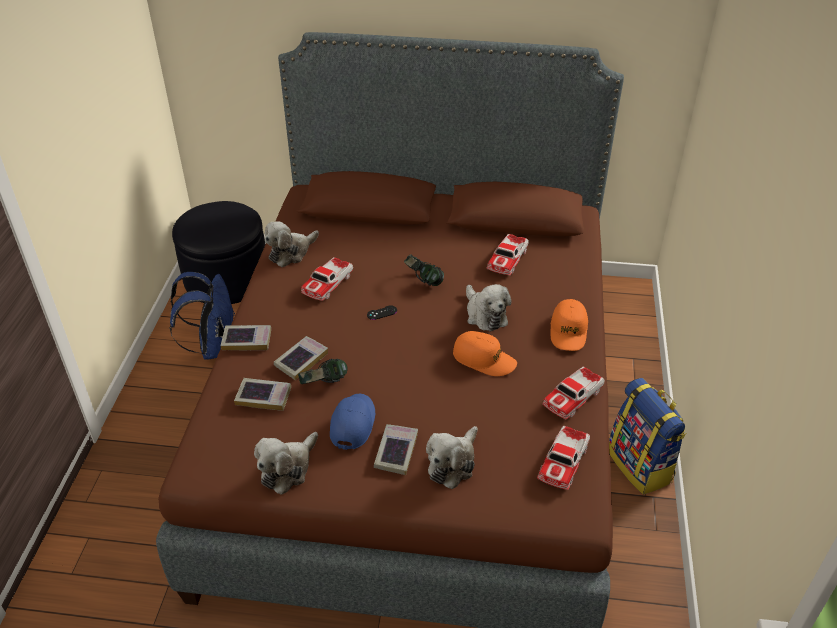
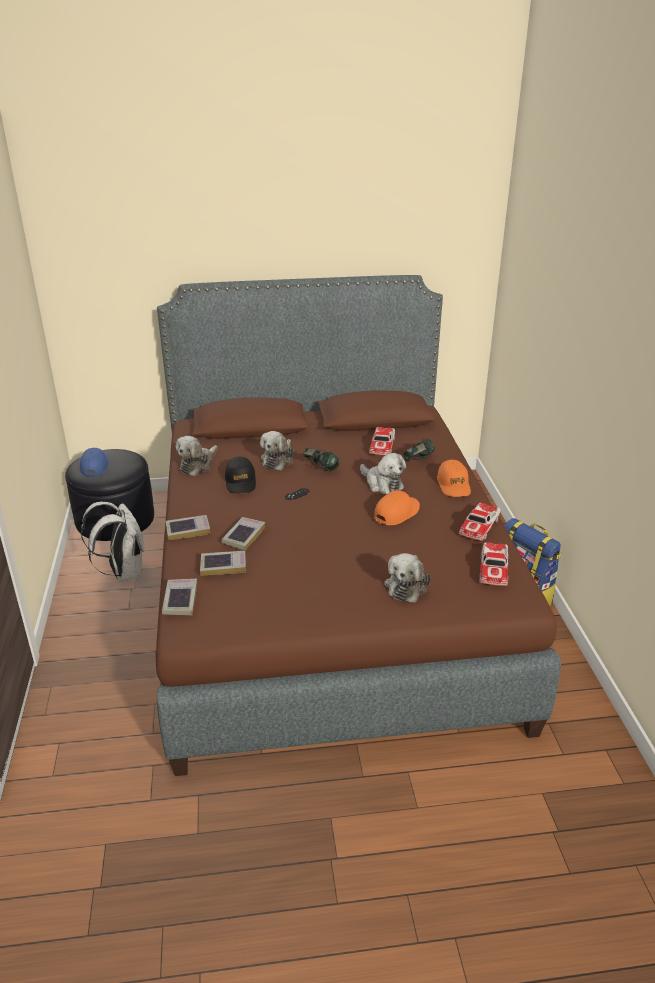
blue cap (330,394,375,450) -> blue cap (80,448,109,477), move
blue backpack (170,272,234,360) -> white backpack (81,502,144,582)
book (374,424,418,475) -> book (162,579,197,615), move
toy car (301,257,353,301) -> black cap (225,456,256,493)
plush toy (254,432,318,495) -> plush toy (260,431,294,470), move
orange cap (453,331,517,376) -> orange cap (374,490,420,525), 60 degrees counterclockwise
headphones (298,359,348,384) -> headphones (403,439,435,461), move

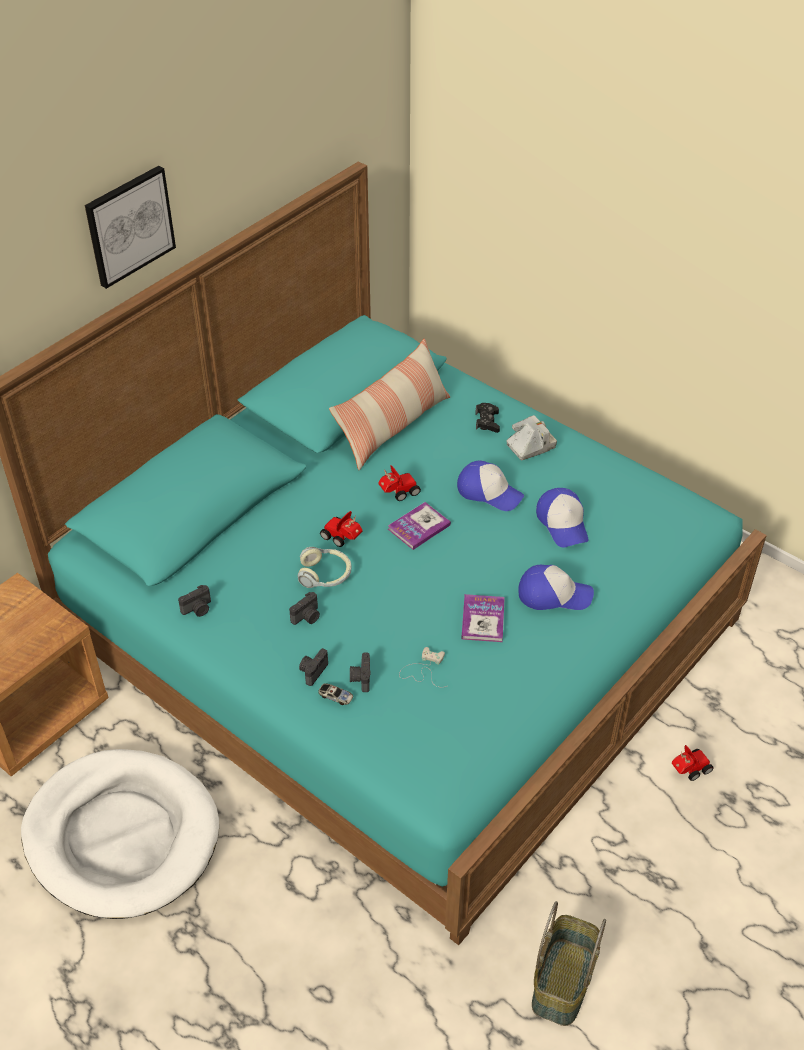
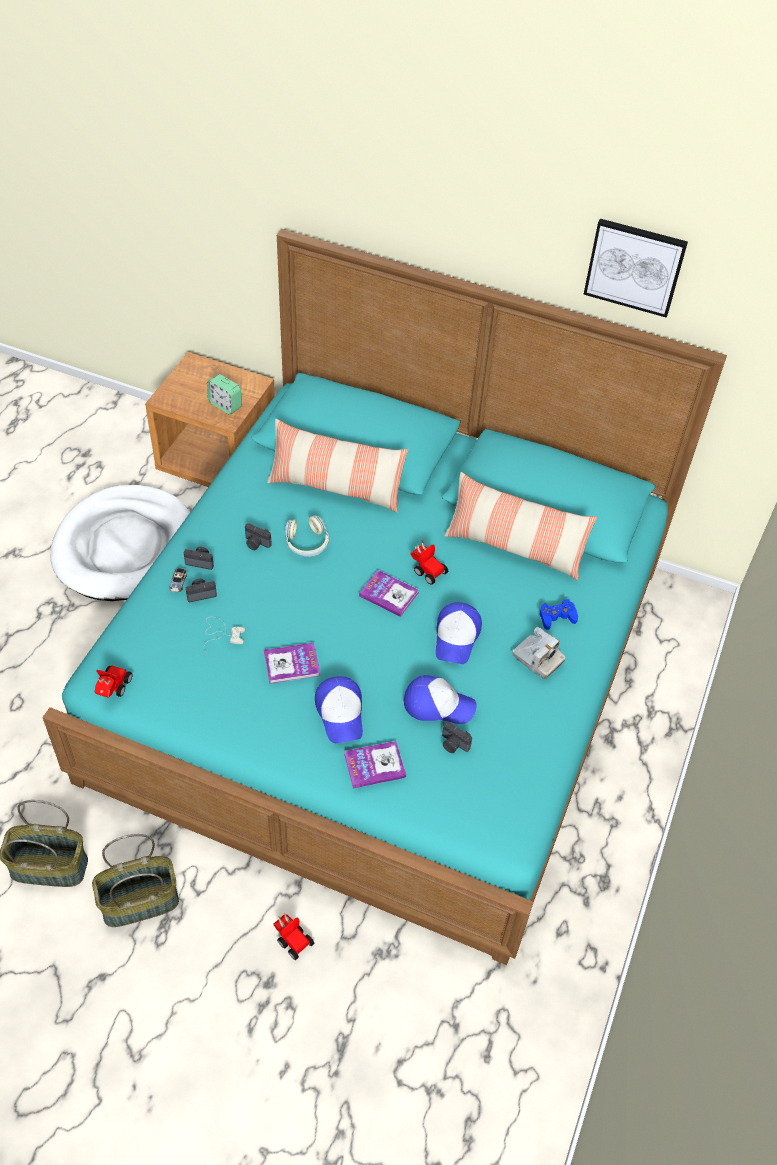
none -> basket (92,834,179,927)
toy car (320,511,362,547) -> toy car (95,666,132,698), move
none -> alarm clock (207,374,242,415)
none -> pillow (267,419,408,513)
none -> book (344,741,406,788)
cap (536,488,588,548) -> cap (404,675,477,724), 135 degrees counterclockwise
photo camera (178,585,211,617) -> photo camera (442,721,472,753), move
black game controller (476,403,500,433) -> blue game controller (540,599,578,630)
picture (85,166,176,289) -> picture (583,219,688,317), move

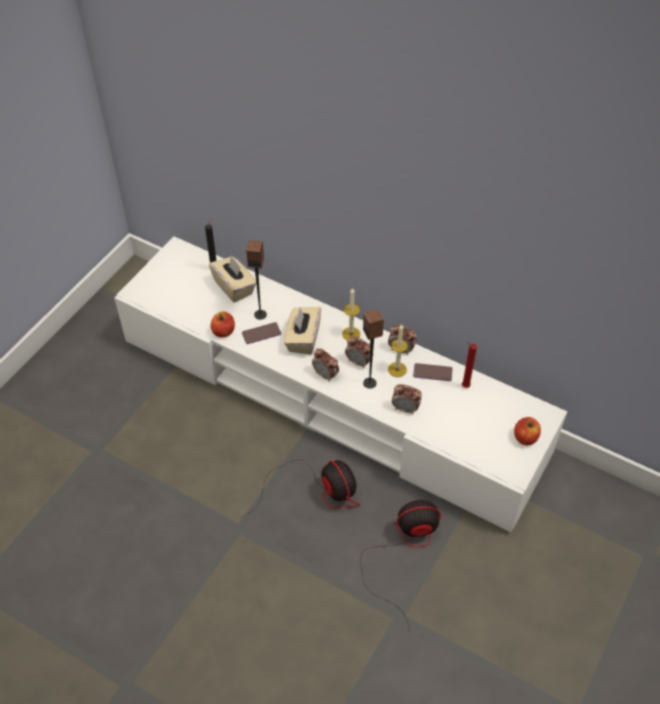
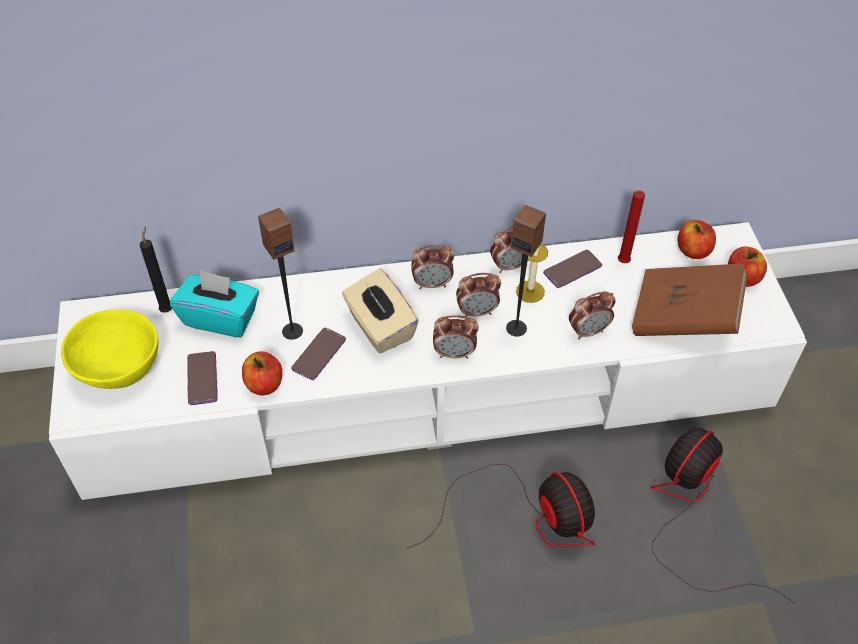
none -> yellow bowl (61,309,158,389)
beige tissue box (209,255,256,303) -> turquoise tissue box (170,270,259,337)
none -> phone (187,351,218,405)
fan (240,460,360,518) -> fan (406,464,595,549), 45 degrees clockwise
candle (342,287,360,340) -> alarm clock (411,245,454,289)
none -> brown book (632,263,748,336)
none -> apple (678,220,716,259)

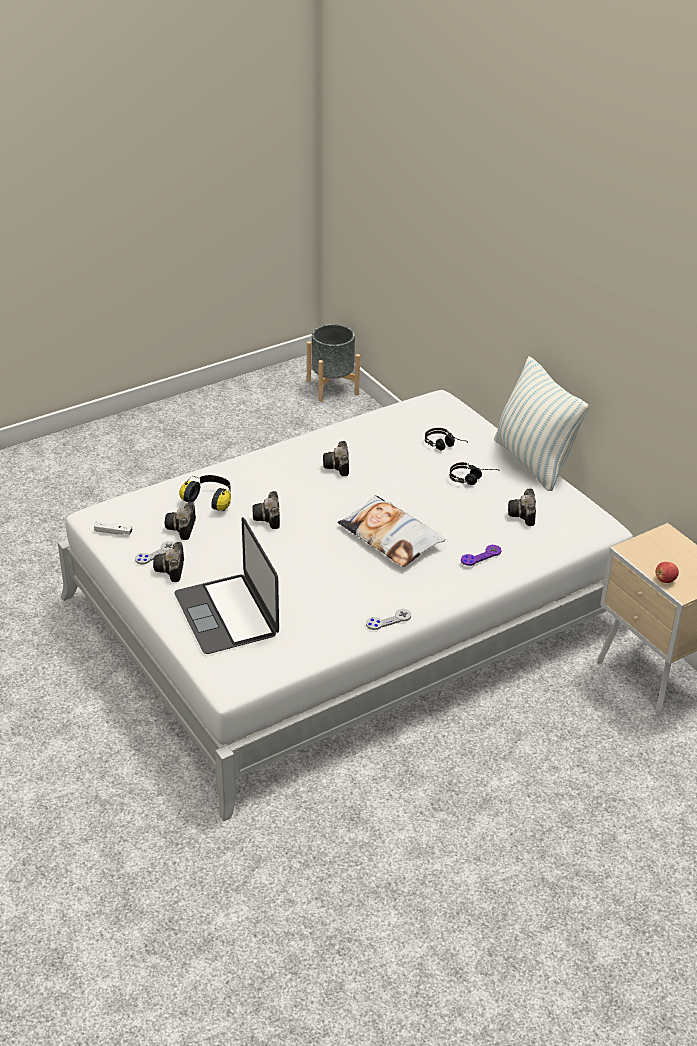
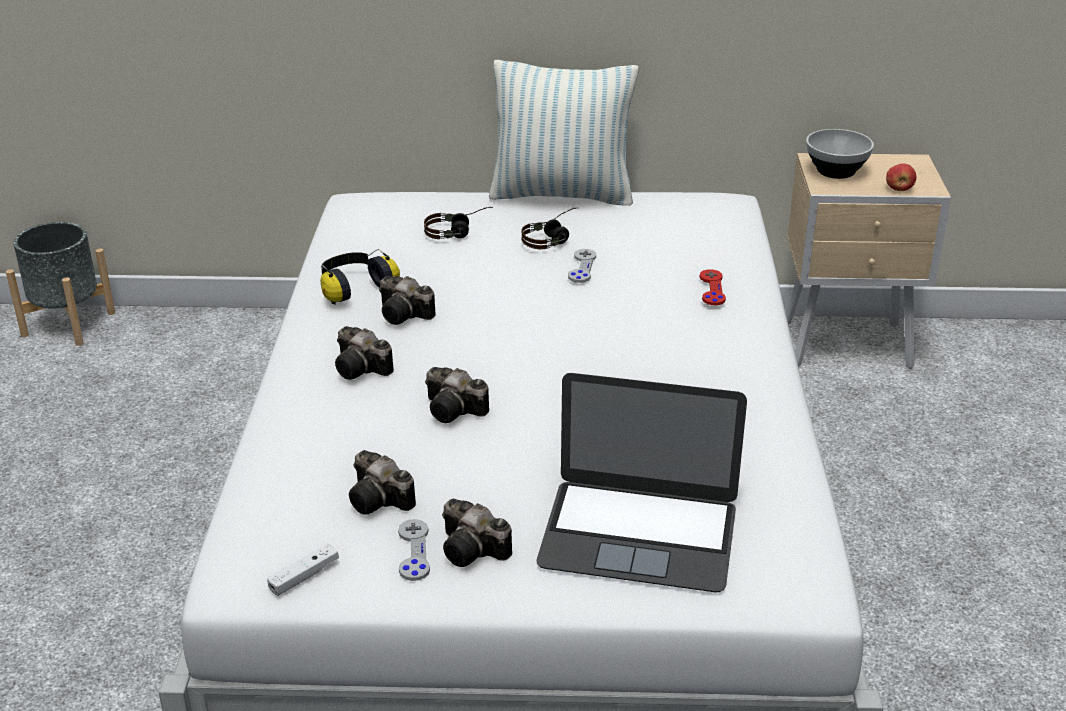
headphones (179,475,231,511) -> headphones (320,249,400,305), move
photo camera (508,489,536,526) -> photo camera (335,326,394,380), move
grey game controller (366,609,411,630) -> grey game controller (568,249,596,283), move
purple game controller (461,545,502,566) -> red game controller (700,269,726,305)
none -> bowl (806,129,874,179)
pillow (338,495,445,567) -> none

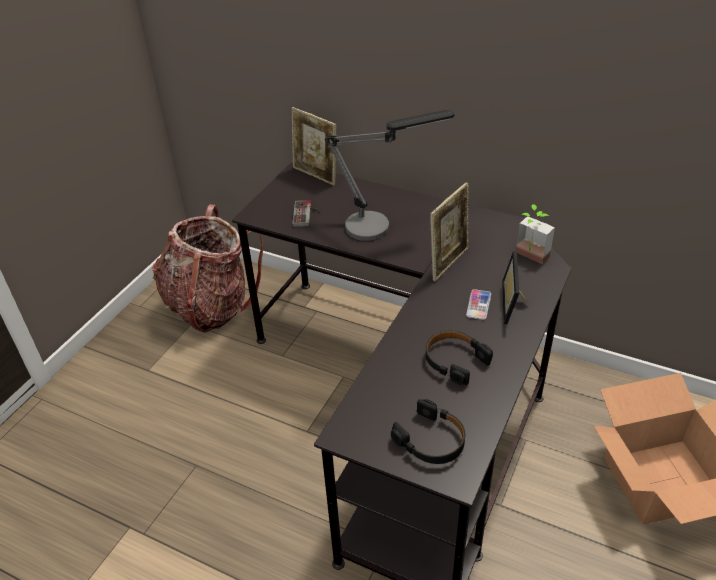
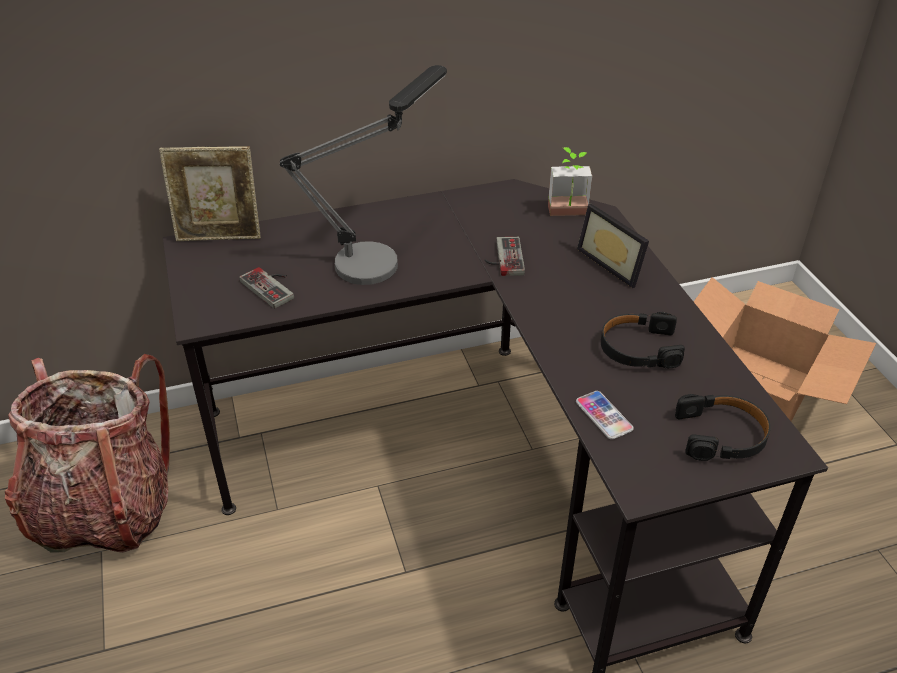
picture frame (430,182,469,281) -> game controller (485,237,525,276)
phone (466,289,491,320) -> phone (576,391,634,439), move

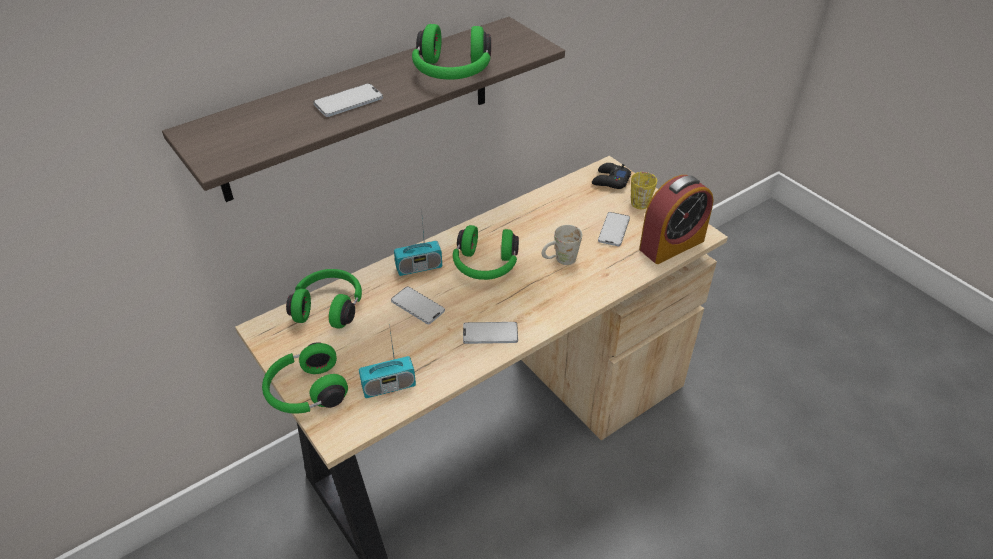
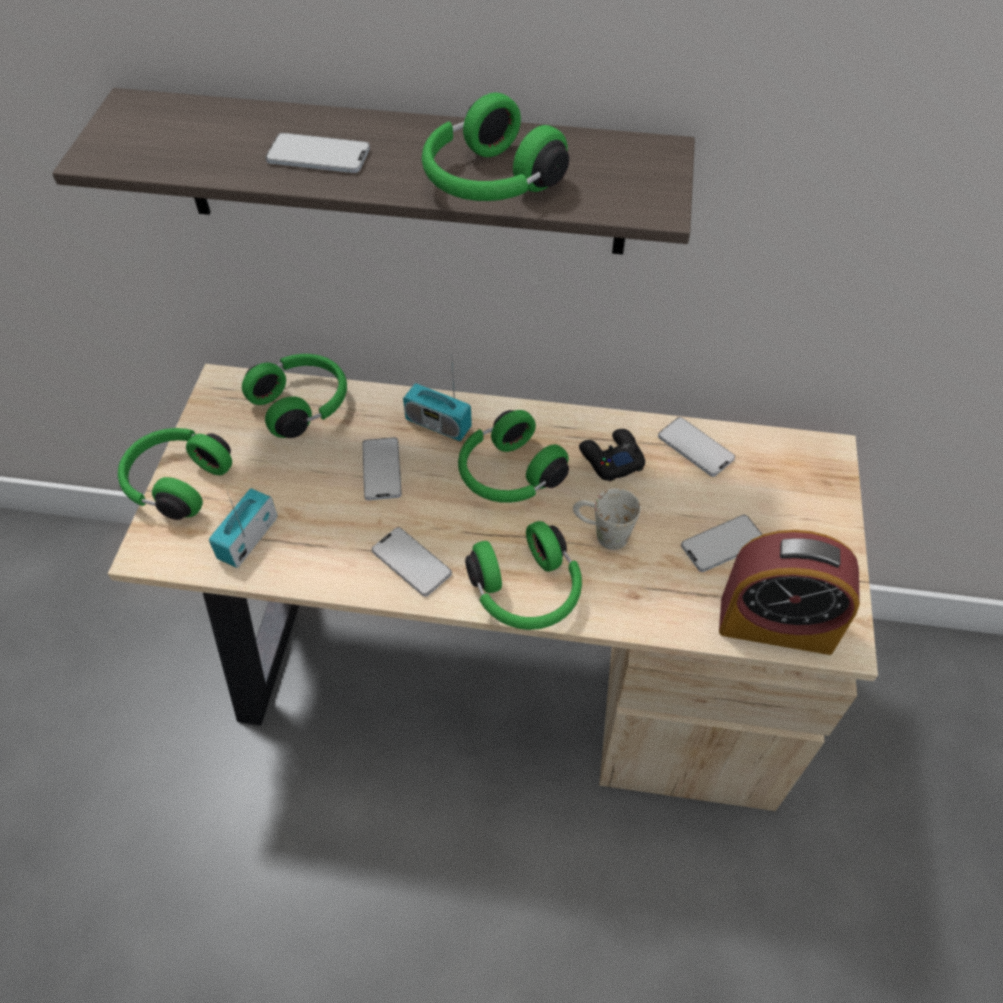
radio (359,324,416,398) -> radio (209,488,277,568), 90 degrees clockwise
none -> green headphones (465,521,582,630)
black game controller (592,163,631,189) -> black game controller (579,429,645,482), move
none -> phone (658,417,735,477)
yellow mug (631,172,657,209) -> none

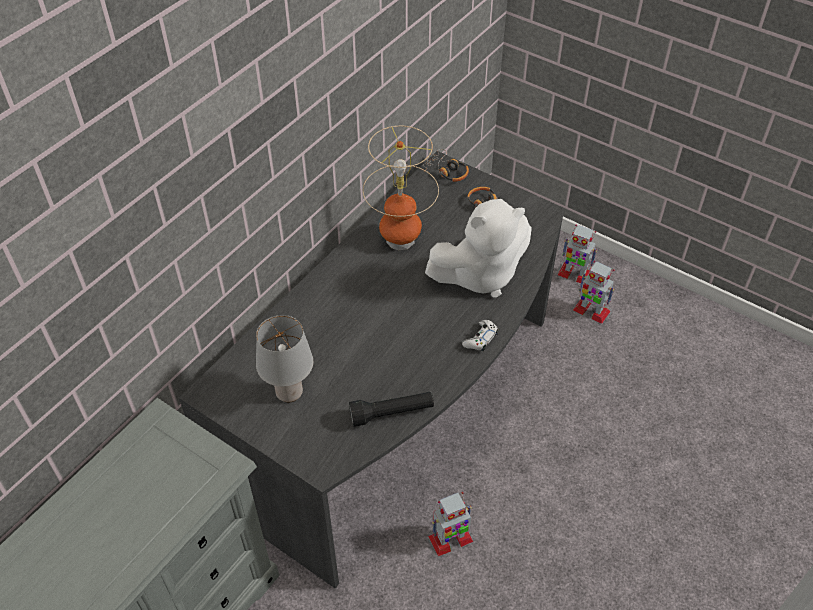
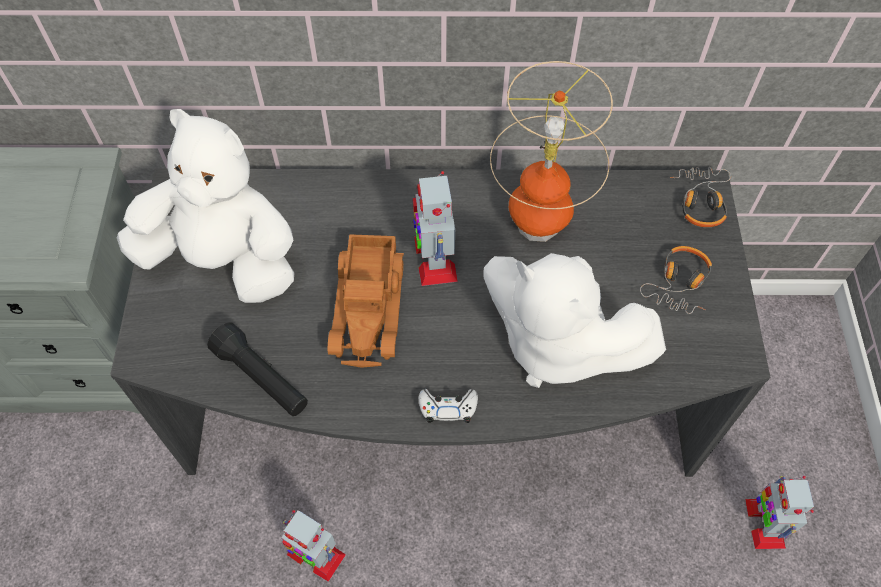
grey table lamp (256,315,313,402) -> white plush toy (117,109,295,303)
none -> toy truck (328,234,404,367)
toy robot (558,225,597,283) -> toy robot (413,171,458,286), move

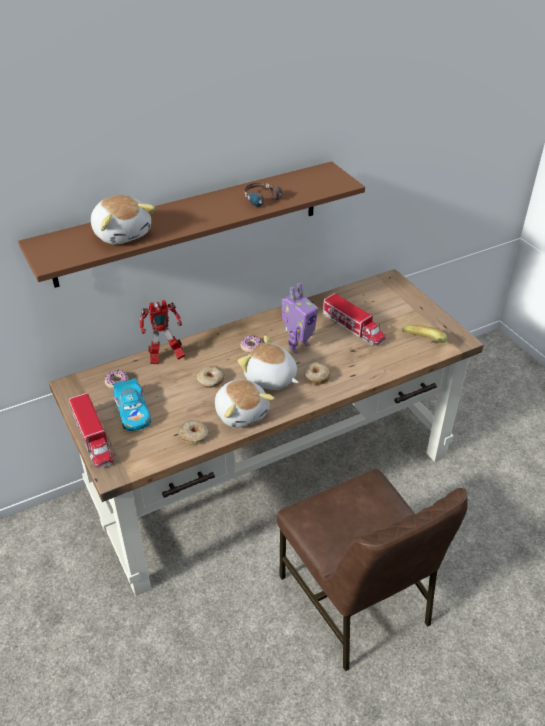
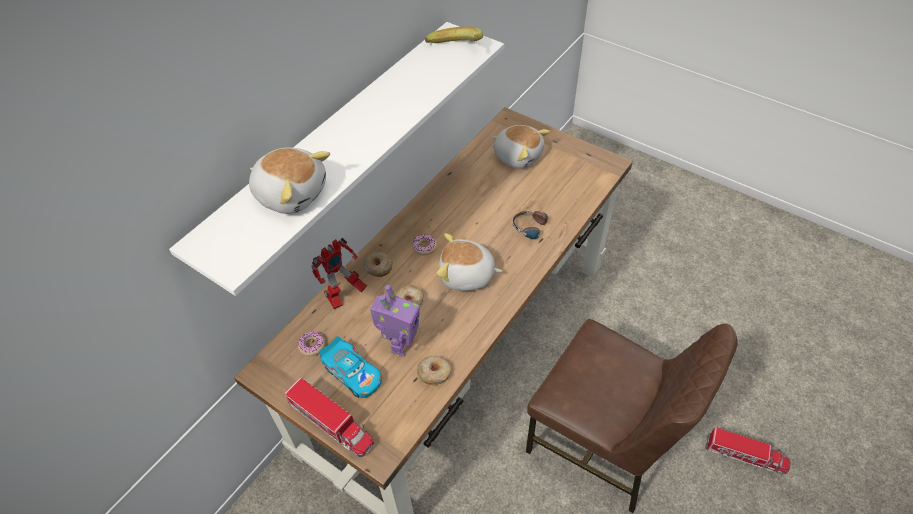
brown shelf (18,161,365,288) -> white shelf (169,22,504,296)
donut (304,363,331,385) -> donut (364,252,393,277), move
toy robot (282,283,318,354) -> toy robot (370,285,420,357), move
banana (402,325,447,343) -> banana (425,27,483,43), move
plush toy (215,379,275,428) -> plush toy (492,125,550,168), move
headphones (245,183,282,207) -> headphones (513,210,549,239), move
toy truck (322,293,386,346) -> toy truck (705,427,791,474), move

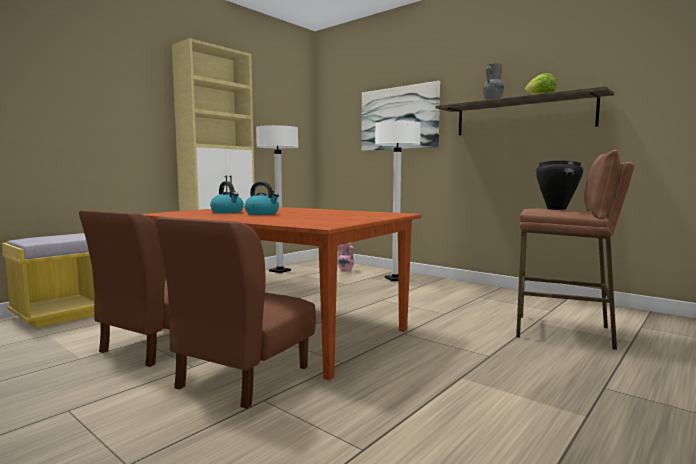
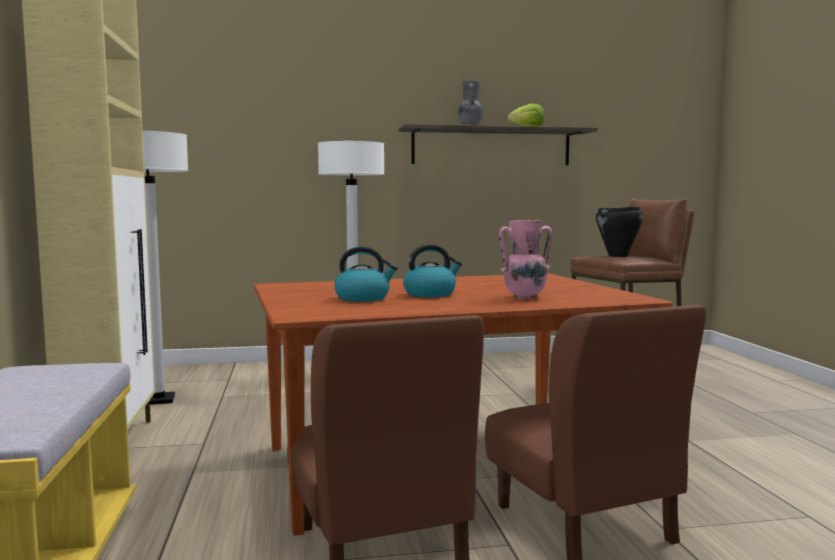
pink vase (338,242,354,271) -> pink vase (499,220,552,299), move
picture (361,81,440,151) -> none

